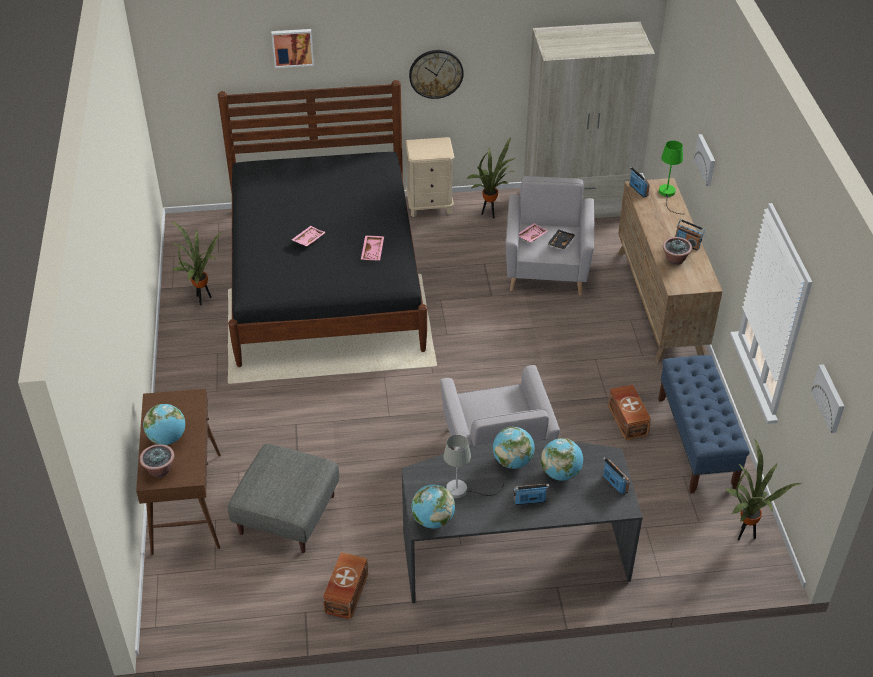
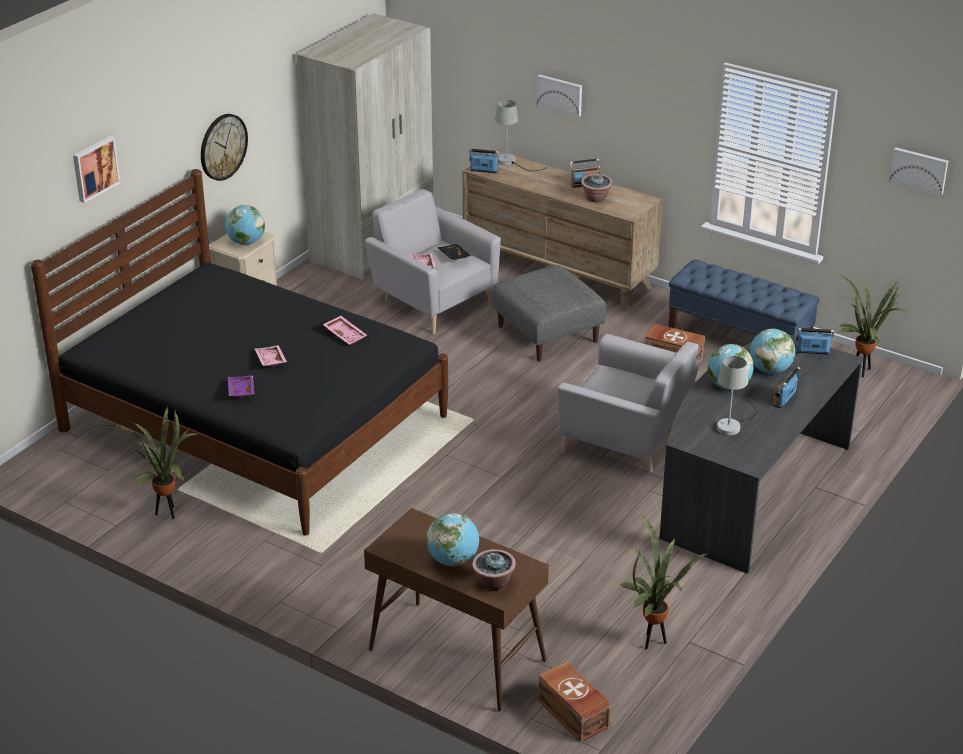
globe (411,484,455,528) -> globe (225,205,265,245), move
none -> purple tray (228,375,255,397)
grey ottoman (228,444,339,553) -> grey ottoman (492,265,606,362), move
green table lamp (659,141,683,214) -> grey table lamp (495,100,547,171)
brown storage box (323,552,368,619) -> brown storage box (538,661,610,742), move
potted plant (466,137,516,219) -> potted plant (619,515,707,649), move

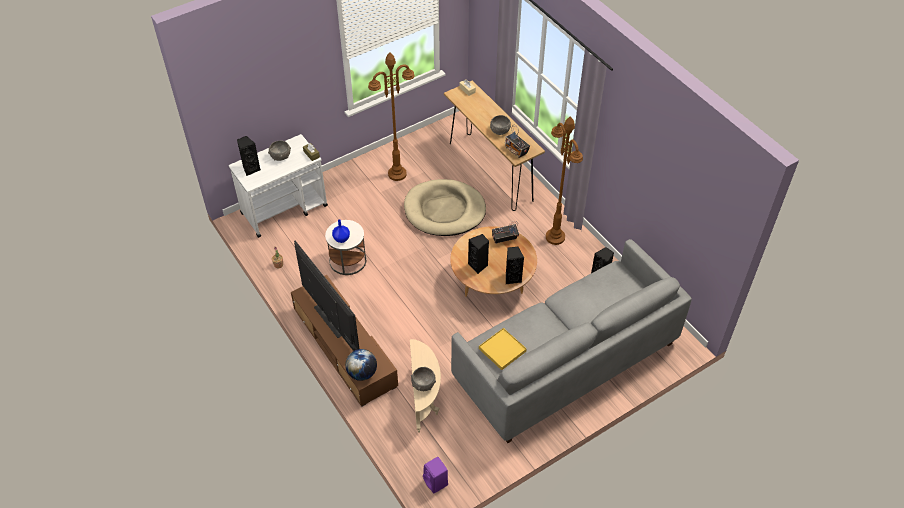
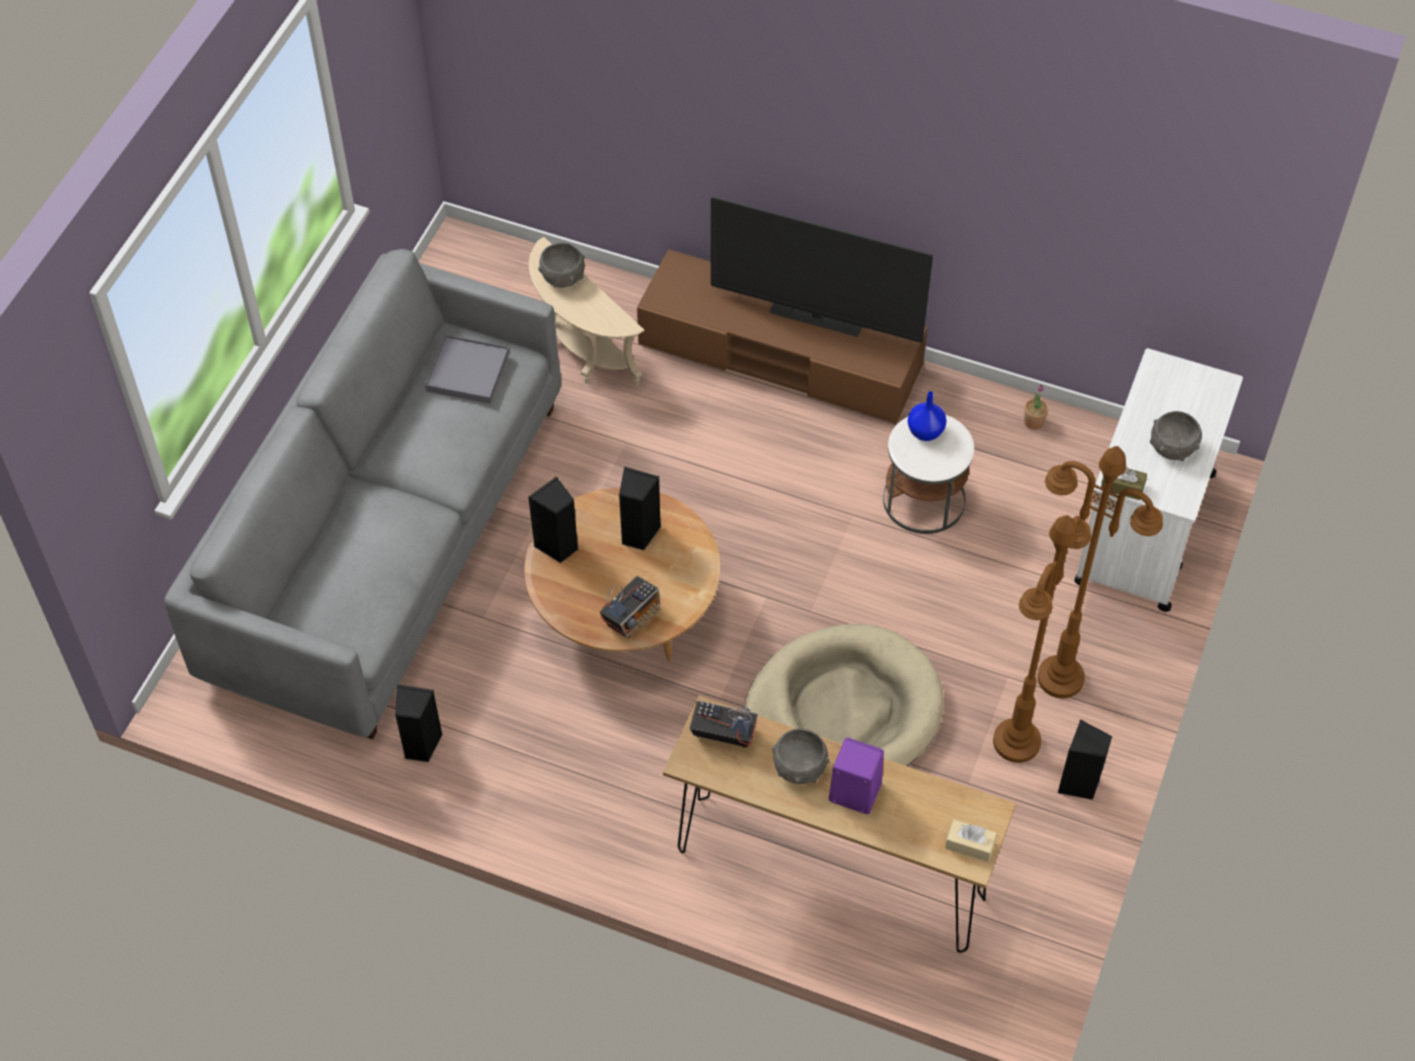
yellow tray (479,328,527,370) -> grey tray (425,335,509,404)
purple speaker (423,457,448,494) -> purple speaker (829,737,884,814), move
brown floor lamp (546,116,583,245) -> brown floor lamp (1037,446,1163,698), move
black speaker (237,136,261,176) -> black speaker (1058,720,1113,800), move
globe (345,349,377,381) -> none

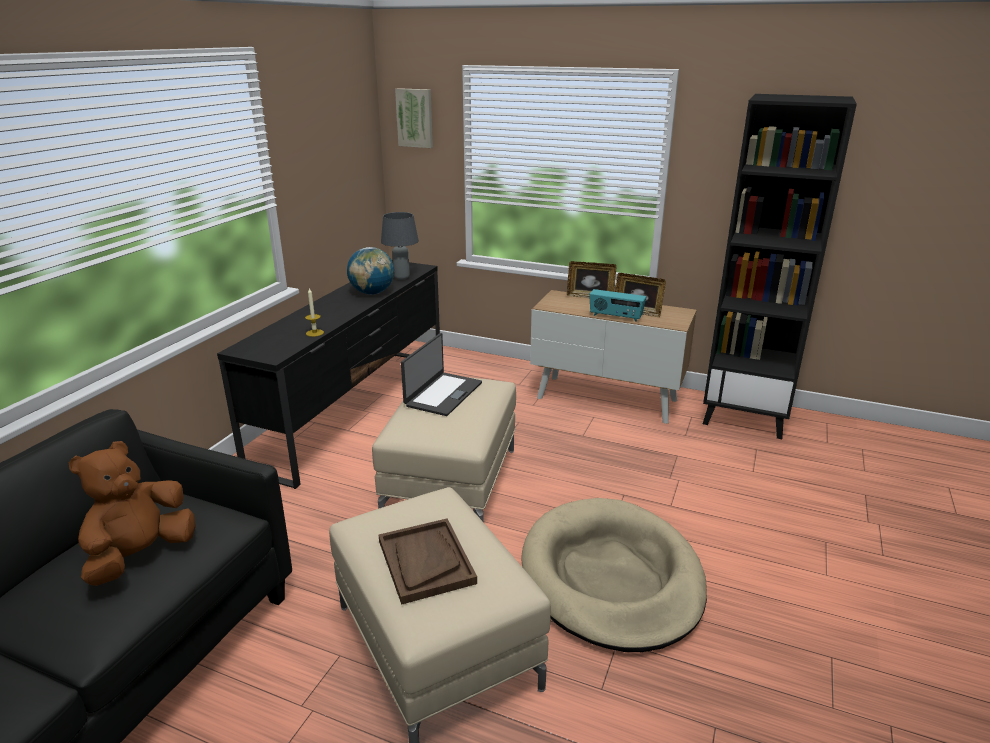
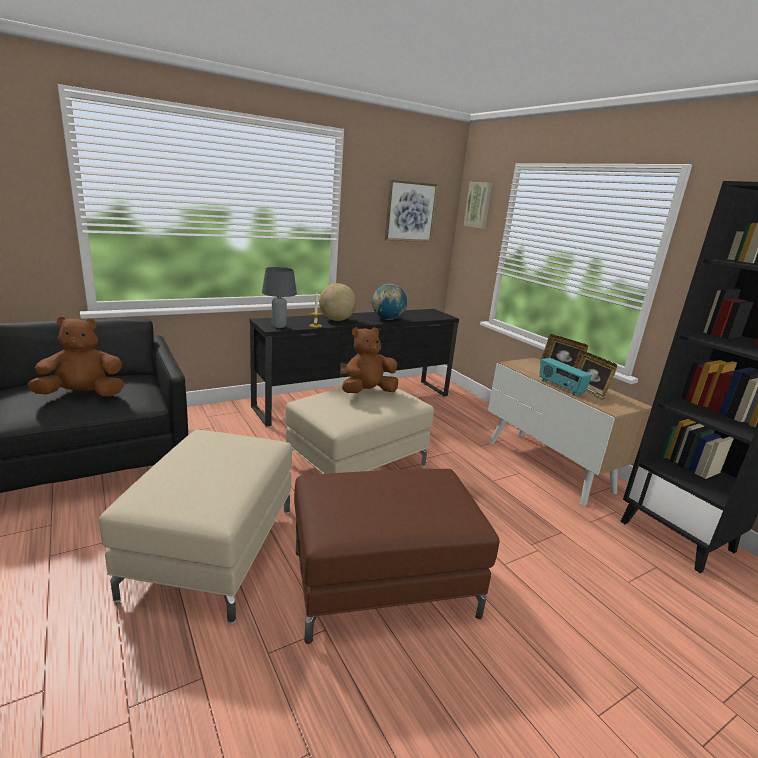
grey table lamp (381,212,419,280) -> grey table lamp (262,267,297,328), move
beige dog bed (521,498,707,652) -> brown ottoman (294,469,500,644)
none -> globe (319,283,356,321)
laptop (401,333,482,416) -> brown plush toy (342,327,398,393)
none -> picture (385,179,438,242)
brown tray (379,518,477,605) -> none

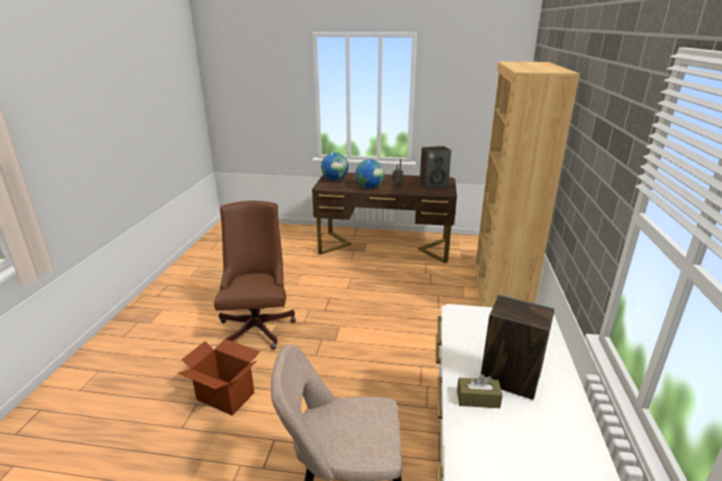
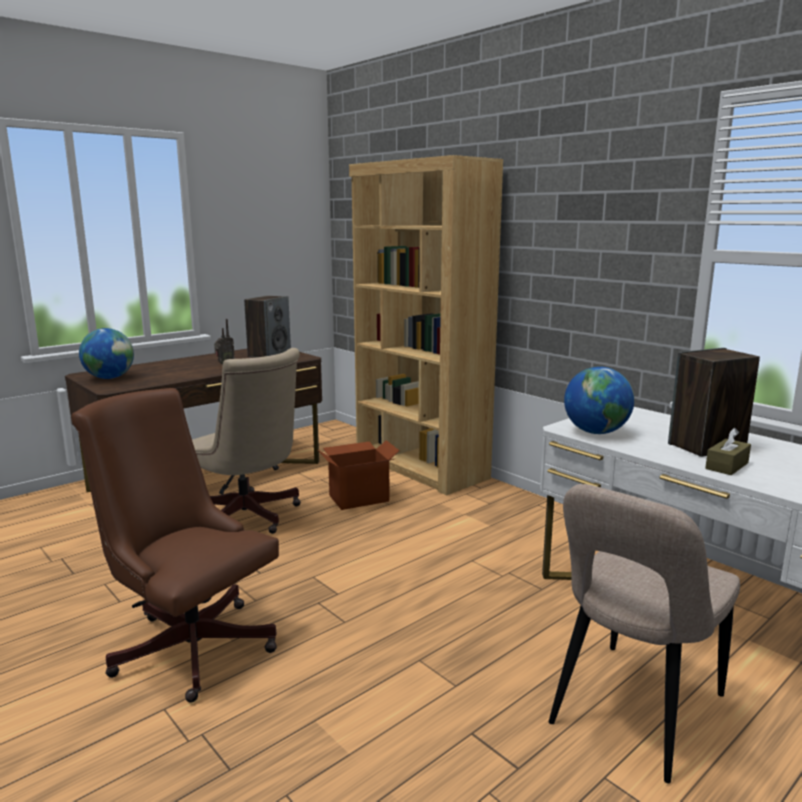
none -> beige office chair (192,348,301,534)
cardboard box (178,339,260,416) -> cardboard box (318,440,400,510), move
globe (355,159,384,188) -> globe (564,366,634,434), move

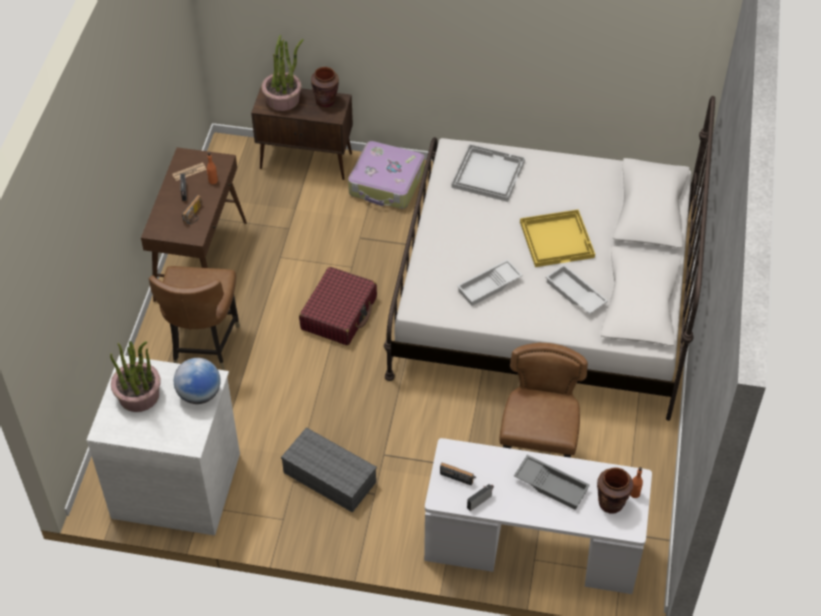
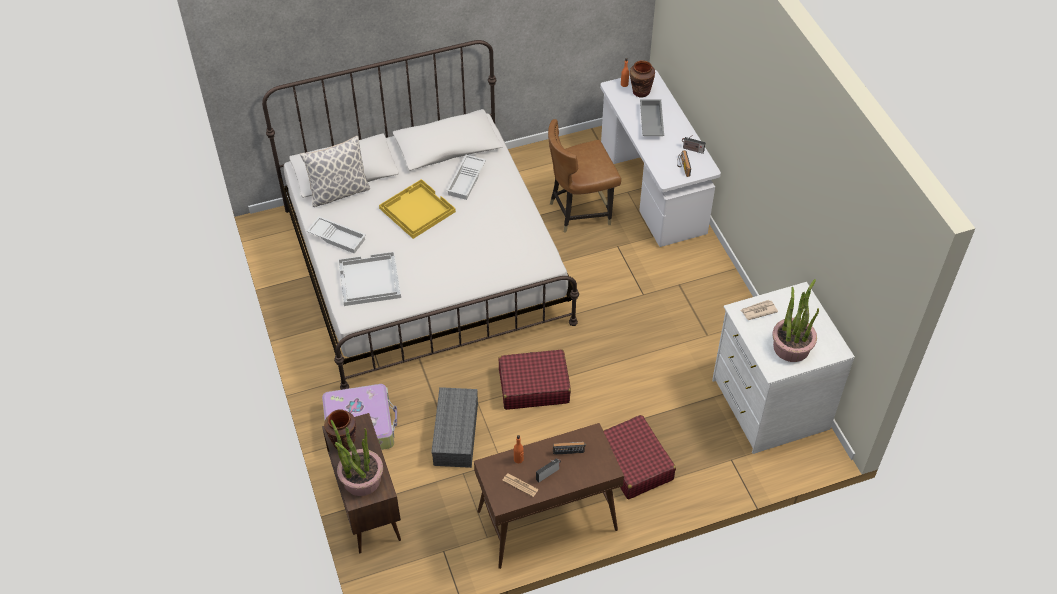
none -> pillow (300,136,370,207)
white tray (457,259,523,306) -> white tray (307,216,366,254), move
grey storage box (281,427,377,513) -> grey storage box (431,387,478,468), move
brown chair (149,266,240,370) -> red suitcase (604,415,676,499)
globe (174,358,221,404) -> newspaper (741,300,778,320)

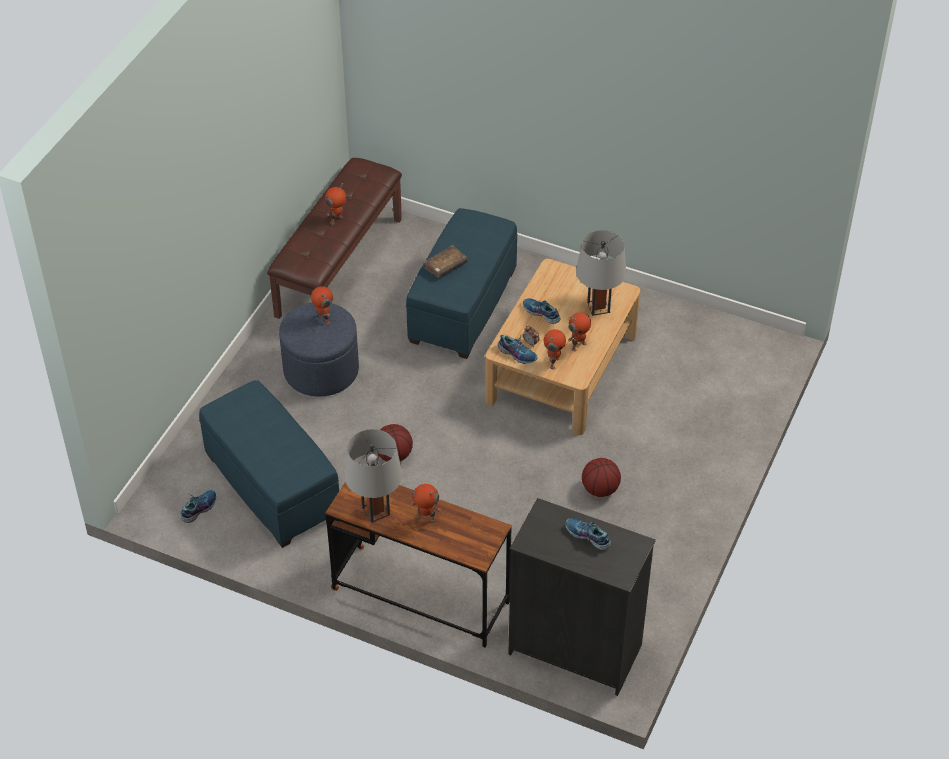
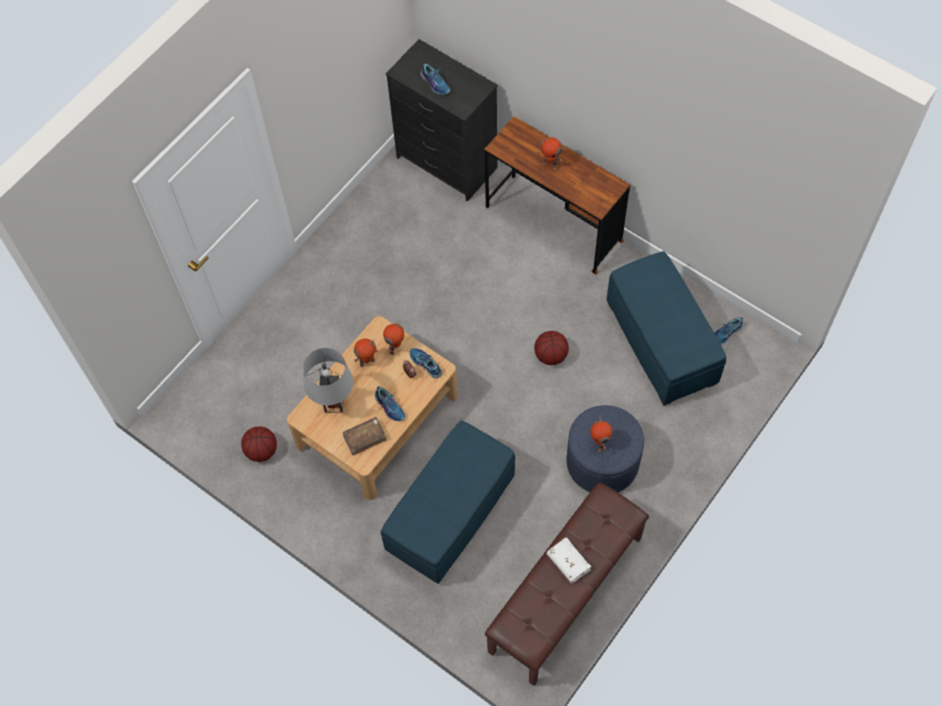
basketball (582,458,621,497) -> basketball (241,426,277,462), move
brown book (424,245,468,278) -> brown book (343,417,387,455), move
toy robot (325,183,346,225) -> white book (547,537,591,583)
grey table lamp (345,429,402,523) -> none

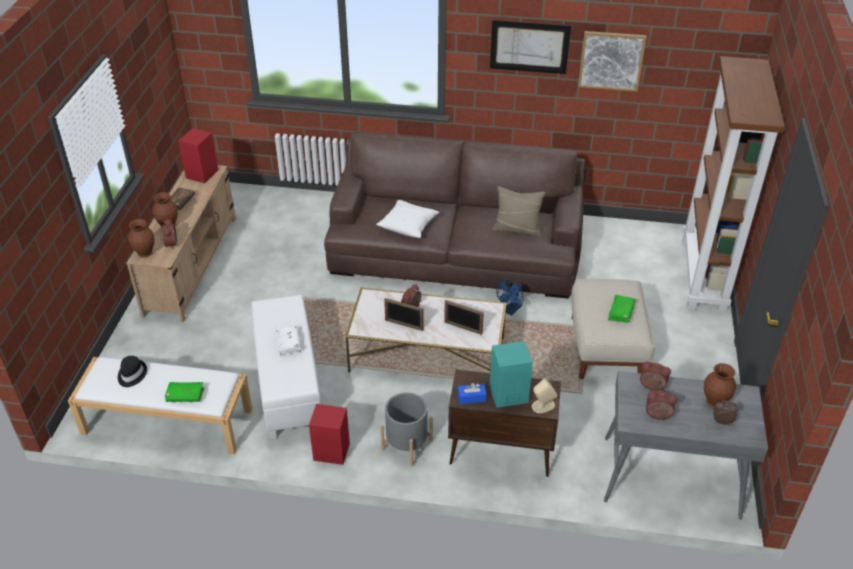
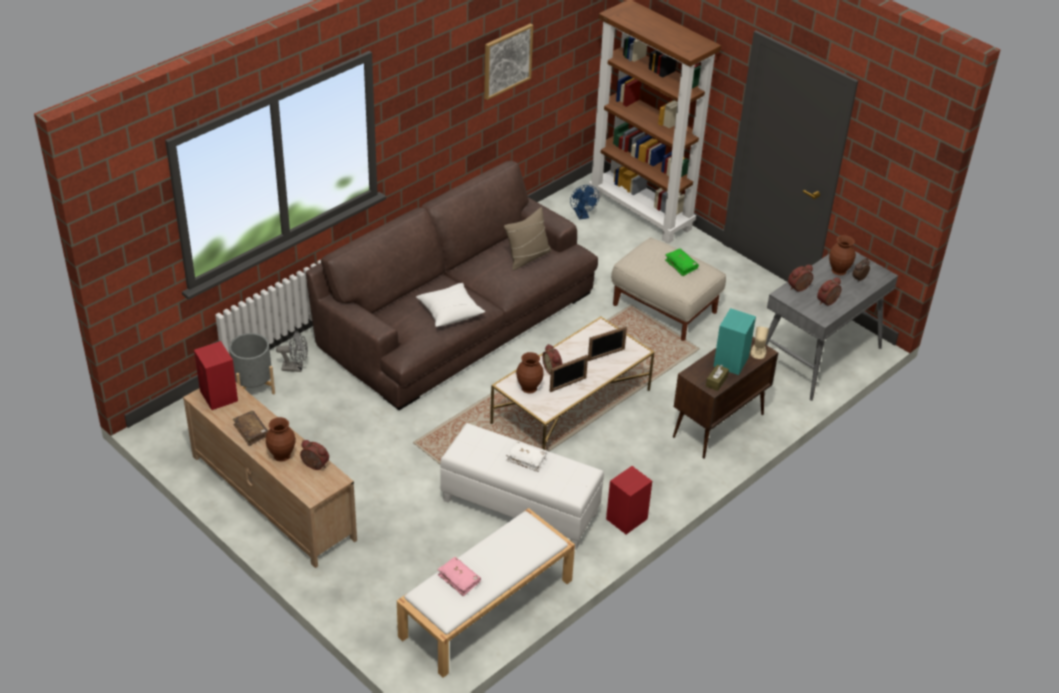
grey planter (380,392,433,466) -> grey planter (229,333,275,394), move
none -> grey fan (276,331,308,372)
black hat (118,356,147,387) -> pink book (438,557,481,596)
brown vase (128,219,155,258) -> brown vase (516,352,544,394), move
blue fan (496,279,524,316) -> blue fan (570,185,599,219), move
blue tissue box (458,383,487,404) -> brown tissue box (706,365,729,391)
green book (165,382,205,402) -> none
picture (490,20,571,74) -> none

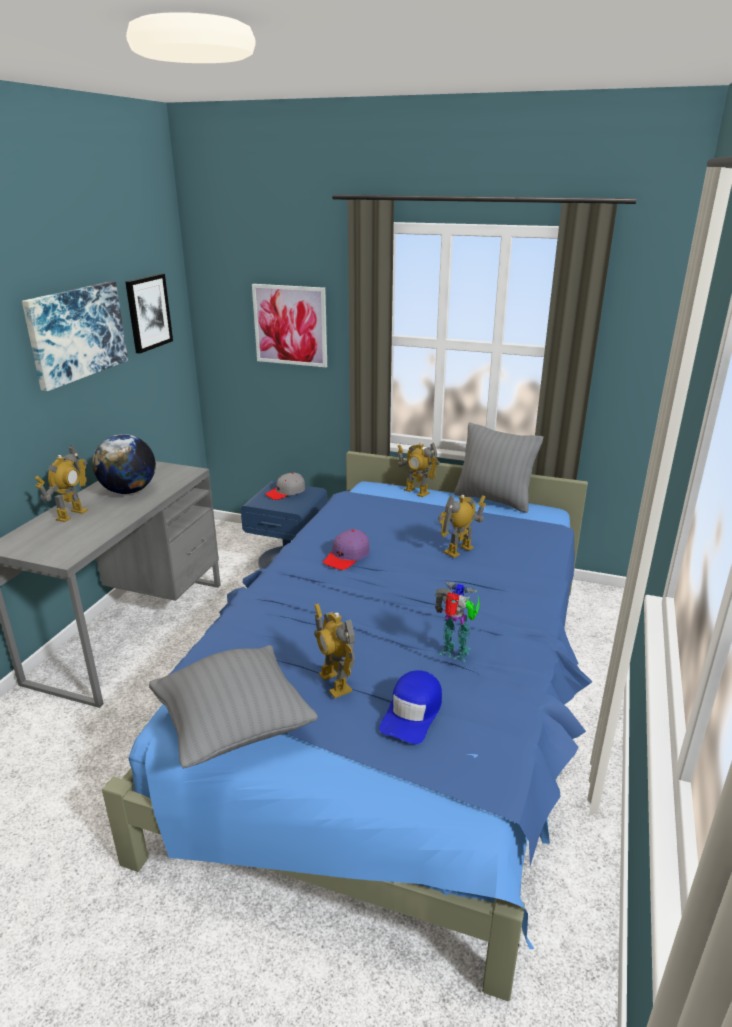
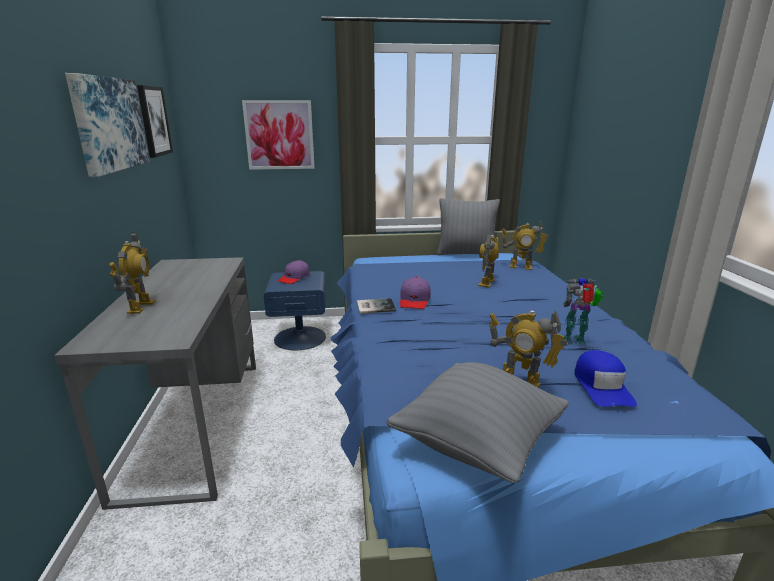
grey cap (265,473,305,500) -> purple cap (278,260,309,284)
none -> book (357,298,396,314)
toy robot (398,442,440,497) -> toy robot (501,221,549,270), move
globe (92,434,156,494) -> none

